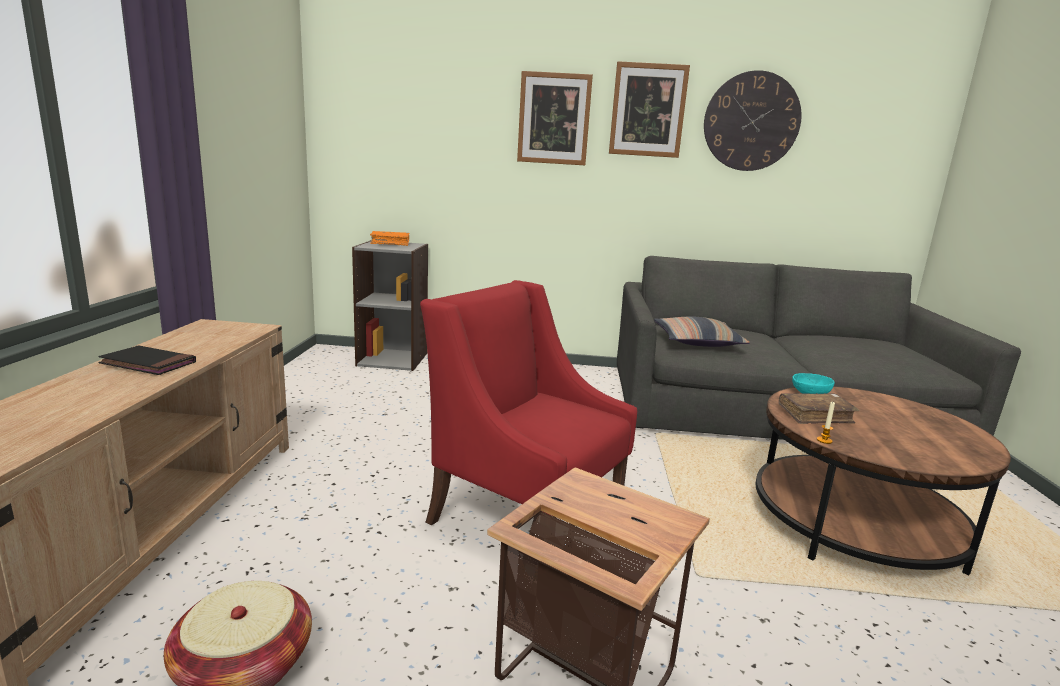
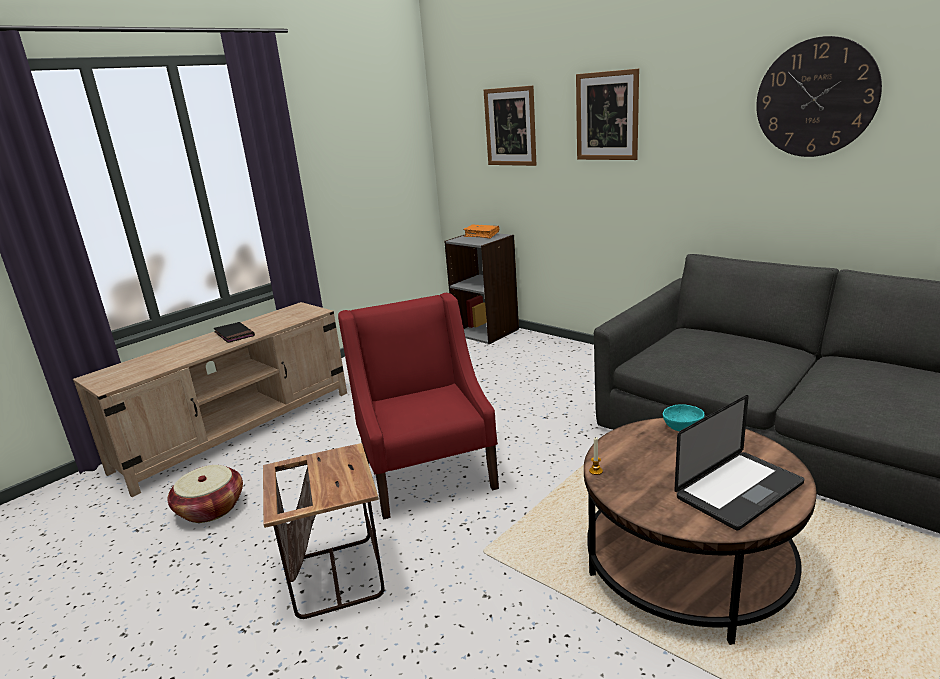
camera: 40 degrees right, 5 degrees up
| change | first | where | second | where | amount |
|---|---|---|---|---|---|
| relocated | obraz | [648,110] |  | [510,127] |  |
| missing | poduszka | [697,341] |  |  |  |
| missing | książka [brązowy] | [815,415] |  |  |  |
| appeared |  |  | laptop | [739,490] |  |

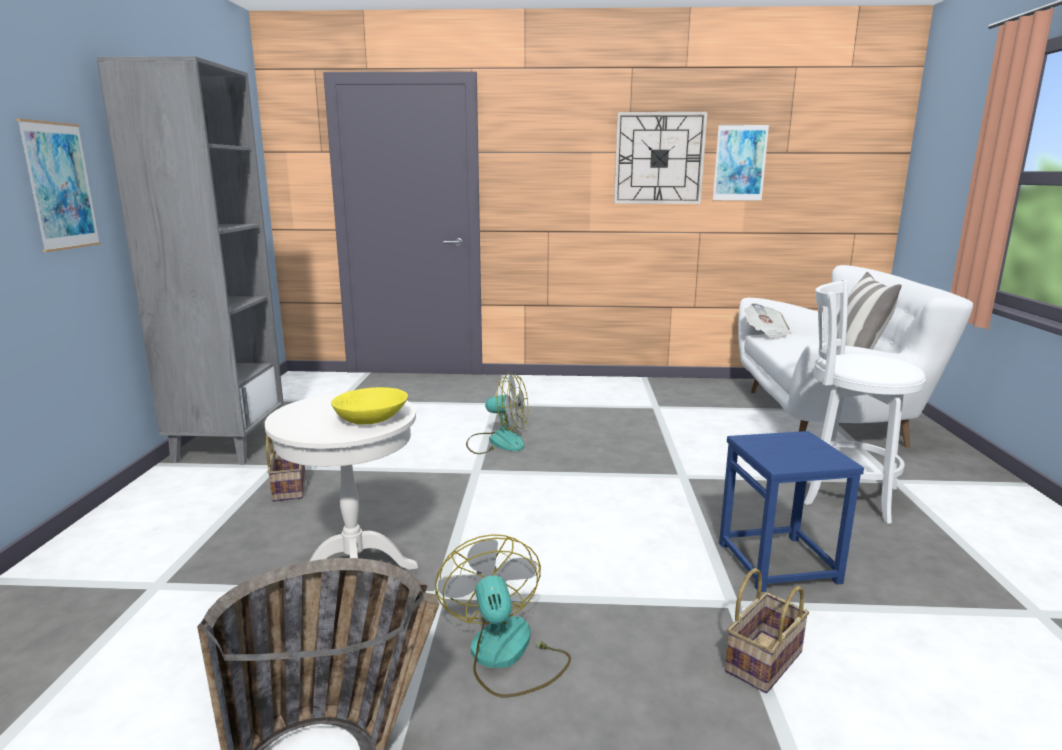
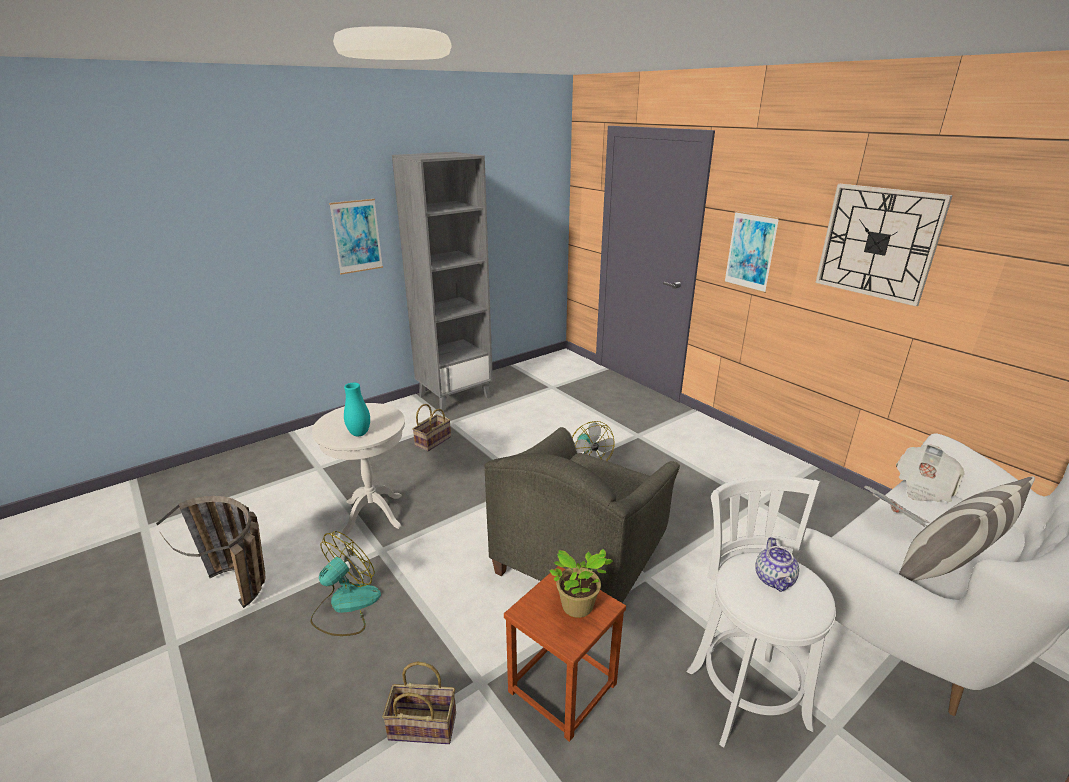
camera: 50 degrees right, 10 degrees up
| change | first | where | second | where | amount |
|---|---|---|---|---|---|
| exchanged | miska [żółty] | [371,419] | wazon [turkusowy] | [359,434] |  |
| relocated | obraz | [740,163] |  | [750,251] |  |
| colour | stołek [niebieski] | [779,562] | stołek [brązowy] | [563,688] |  |
| appeared |  |  | fotel [szary] | [581,558] |  |
| appeared |  |  | roślina doniczkowa | [578,608] |  |
| appeared |  |  | imbryk | [774,579] |  |
| appeared |  |  | gazeta | [894,521] |  |

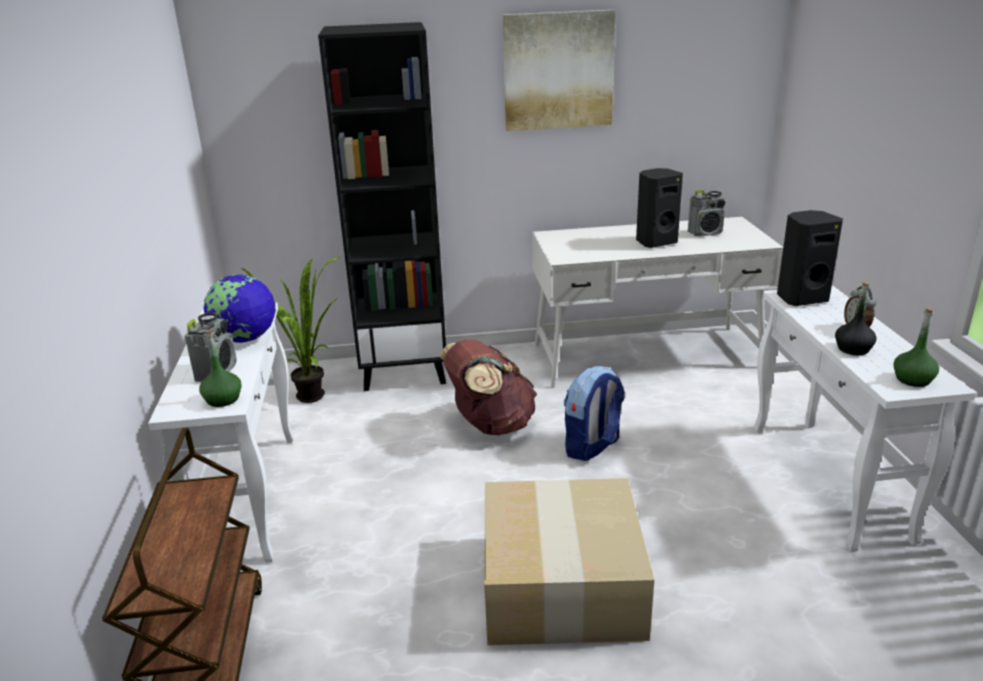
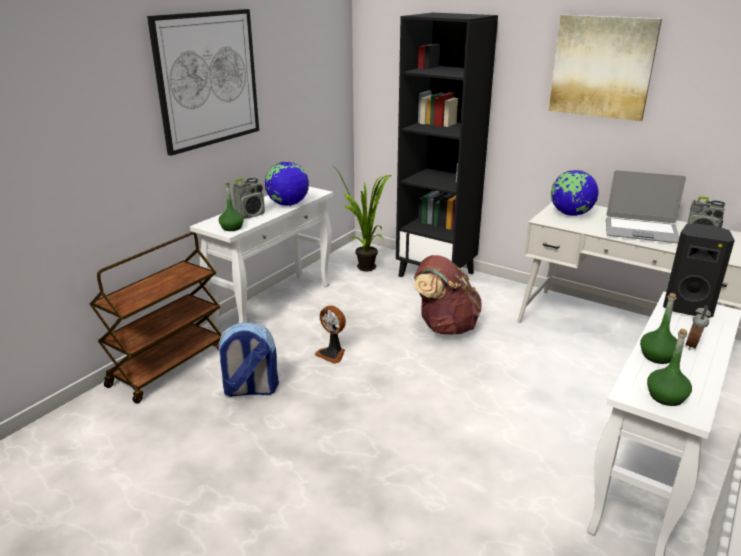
camera: 40 degrees right, 0 degrees up
| change | first | where | second | where | amount |
|---|---|---|---|---|---|
| missing | karton | [559,583] |  |  |  |
| relocated | plecak | [592,447] |  | [250,390] |  |
| exchanged | głośnik [czarny] | [655,242] | laptop | [641,231] |  |
| colour | butelka [czarny] | [853,349] | butelka [zielony] | [657,356] |  |
| appeared |  |  | obraz | [207,79] |  |
| appeared |  |  | wentylator | [332,354] |  |
| appeared |  |  | globus | [570,214] |  |

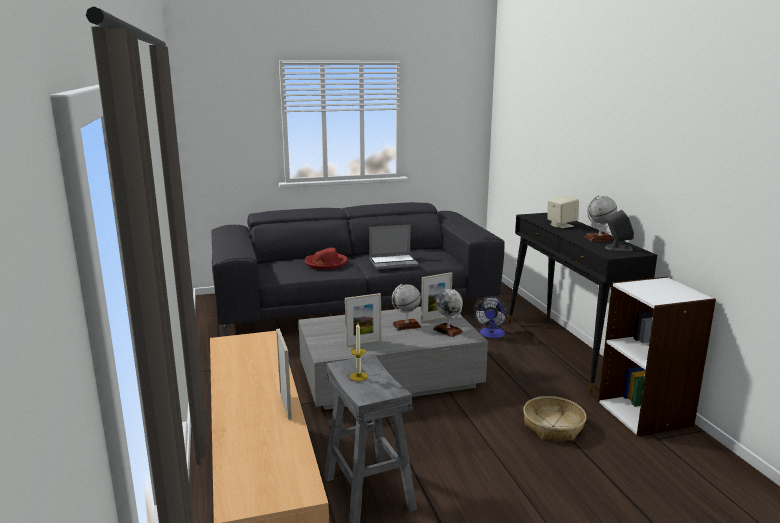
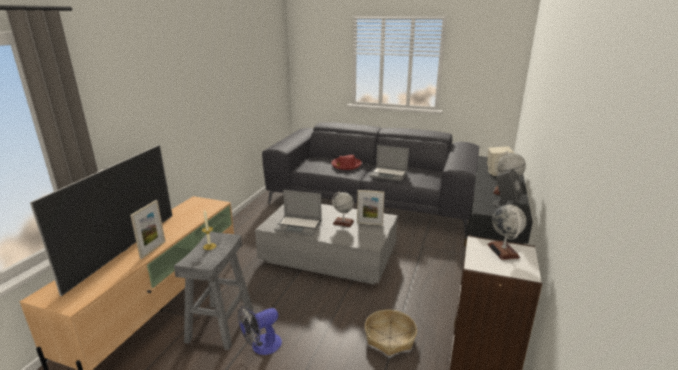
camera: 35 degrees right, 5 degrees up
| change | first | where | second | where | amount |
|---|---|---|---|---|---|
| exchanged | ramka na zdjęcie | [363,343] | laptop | [299,226] |  |
| relocated | globus | [448,330] |  | [503,251] |  |
| relocated | wentylator | [491,335] |  | [261,346] |  |
| appeared |  |  | telewizor | [124,250] |  |

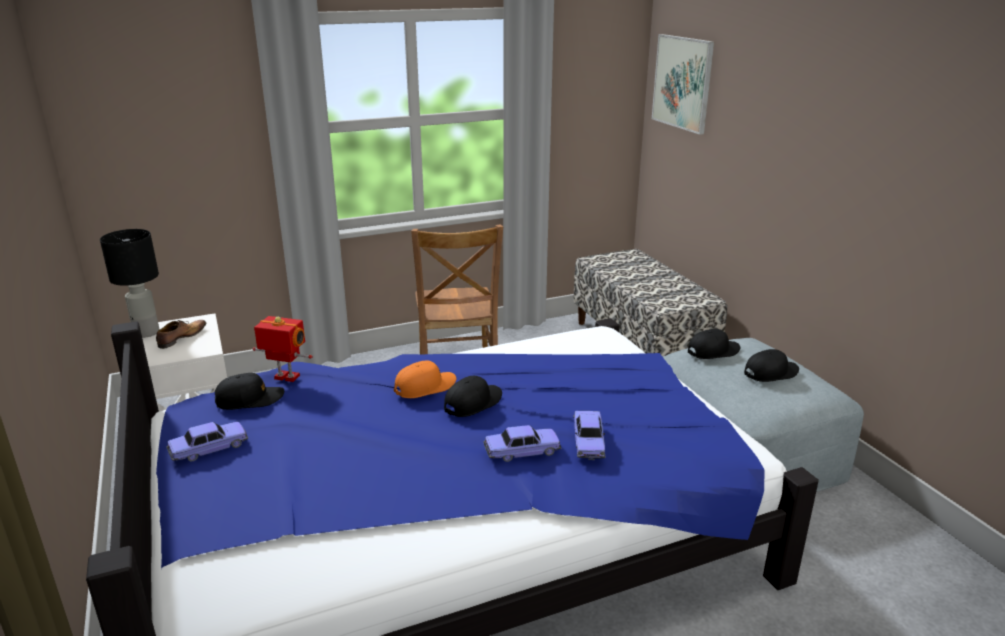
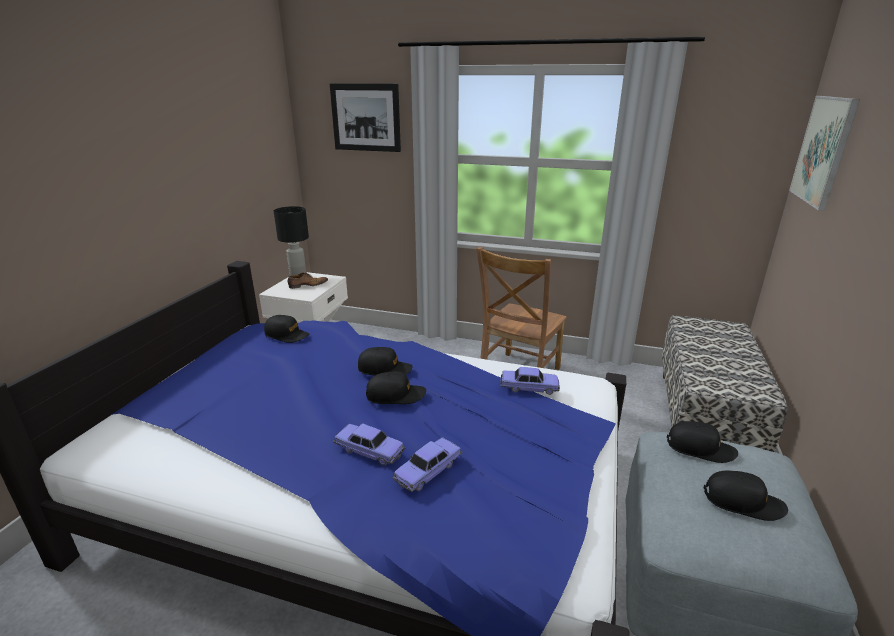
camera: 40 degrees right, 0 degrees up
| change | first | where | second | where | amount |
|---|---|---|---|---|---|
| relocated | samochodzik | [209,449] |  | [529,387] |  |
| missing | robot zabawkowy | [286,378] |  |  |  |
| colour | czapka z daszkiem [pomarańczowy] | [425,387] | czapka z daszkiem [czarny] | [384,369] |  |
| appeared |  |  | obraz | [365,117] |  |

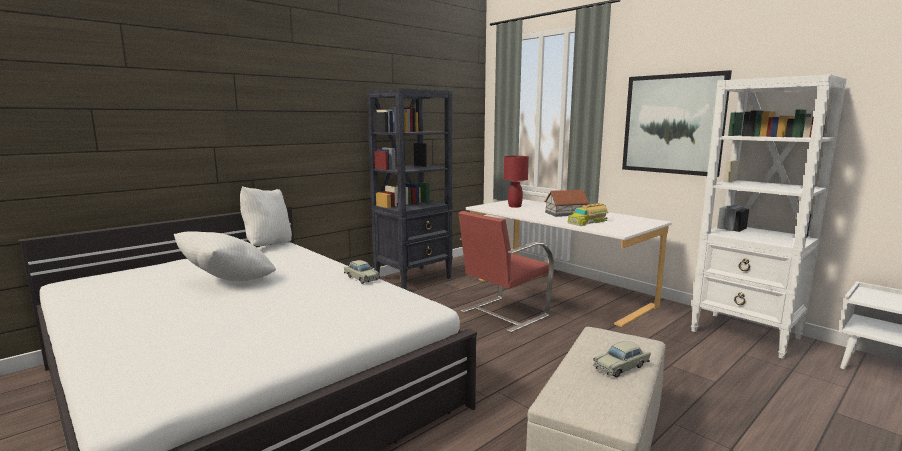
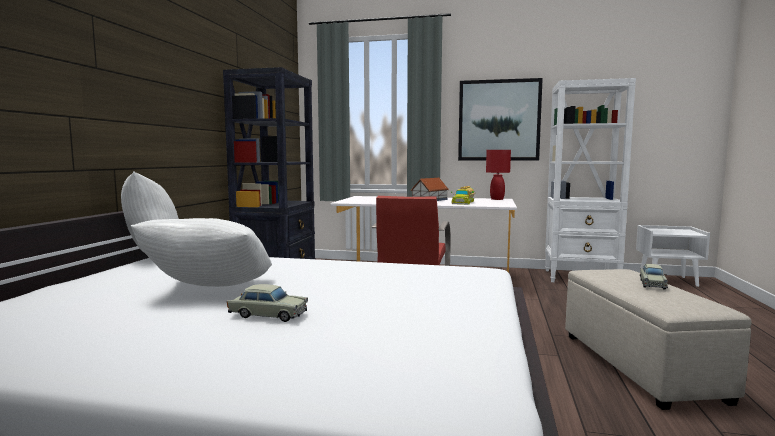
camera: 35 degrees left, 5 degrees down
| change | first | where | second | where | amount |
|---|---|---|---|---|---|
| relocated | samochodzik [beżowy] | [361,278] |  | [268,314] |  |
| relocated | lampa stołowa [czerwony] | [515,206] |  | [497,199] |  |

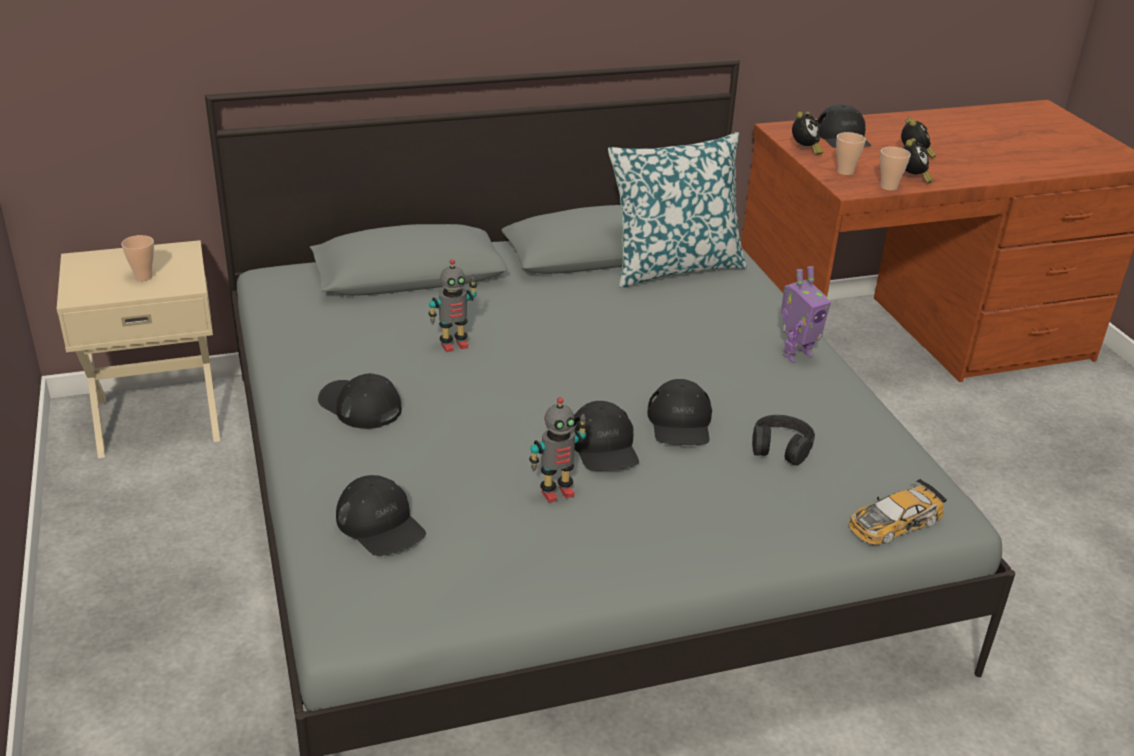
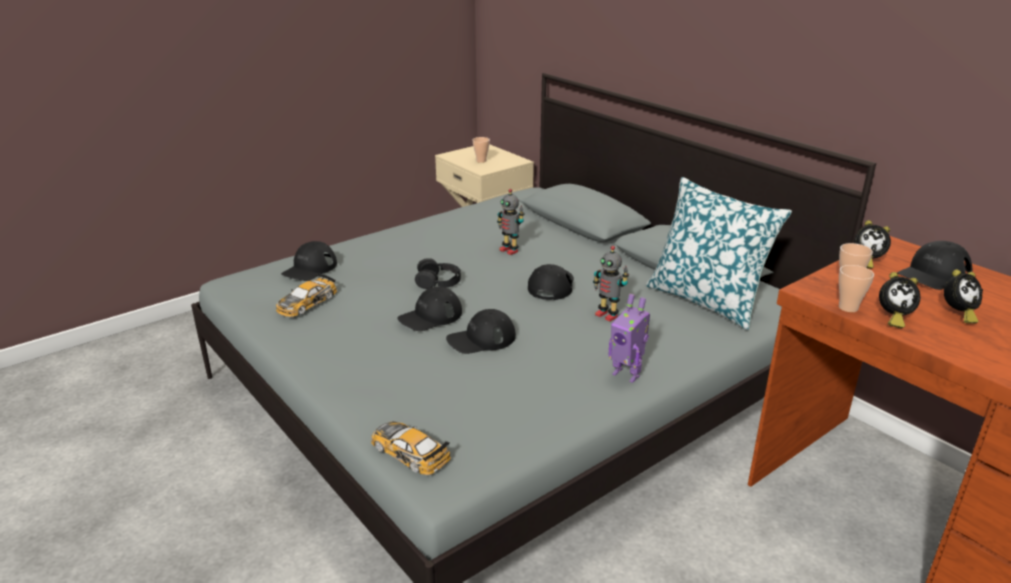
camera: 70 degrees right, 5 degrees down
| change | first | where | second | where | amount |
|---|---|---|---|---|---|
| relocated | czapka z daszkiem [czarny] | [360,405] |  | [551,285] |  |
| relocated | robot zabawkowy | [556,492] |  | [607,315] |  |
| relocated | słuchawki [czarny] | [781,447] |  | [438,281] |  |
| appeared |  |  | samochodzik | [306,303] |  |

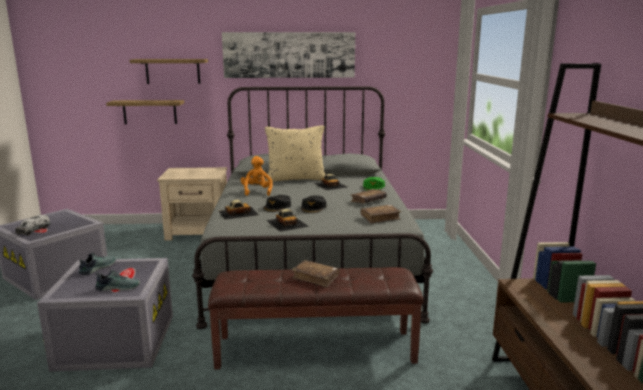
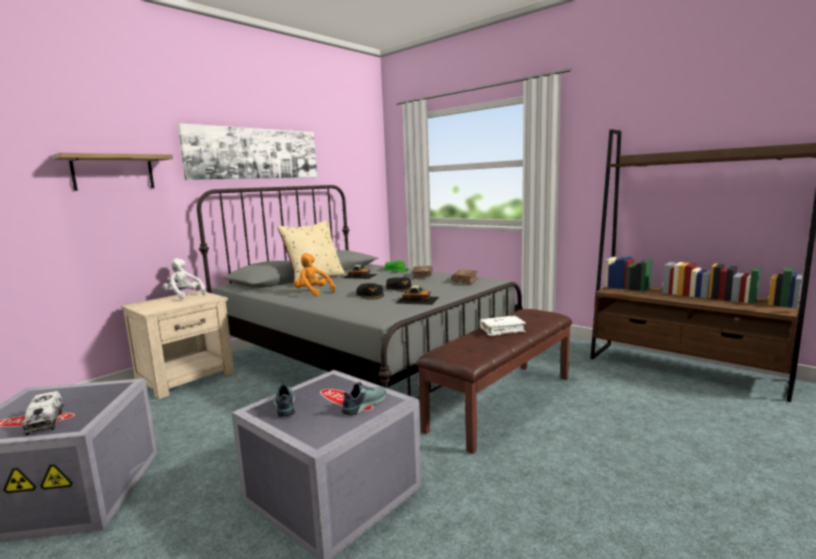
camera: 45 degrees left, 5 degrees down
| change | first | where | second | where | amount |
|---|---|---|---|---|---|
| missing | półka | [149,112] |  |  |  |
| missing | samochodzik | [238,212] |  |  |  |
| colour | książka [brązowy] | [315,278] | książka [biały] | [502,330] |  |
| appeared |  |  | pluszak [biały] | [184,296] |  |

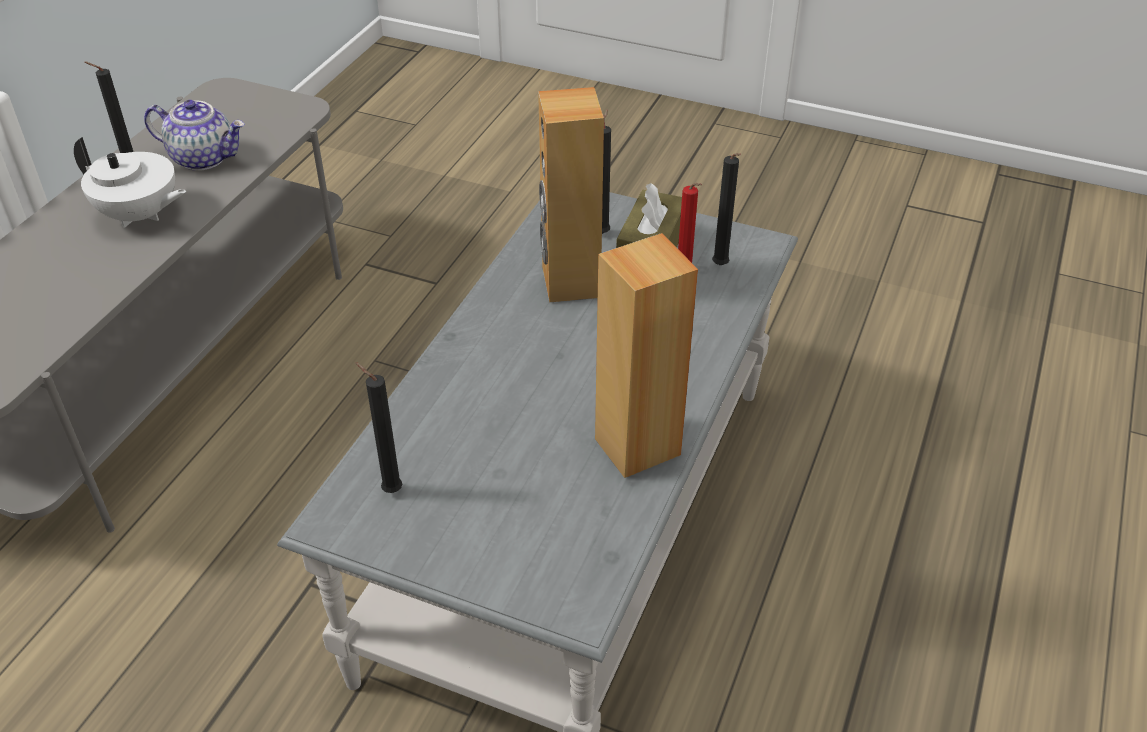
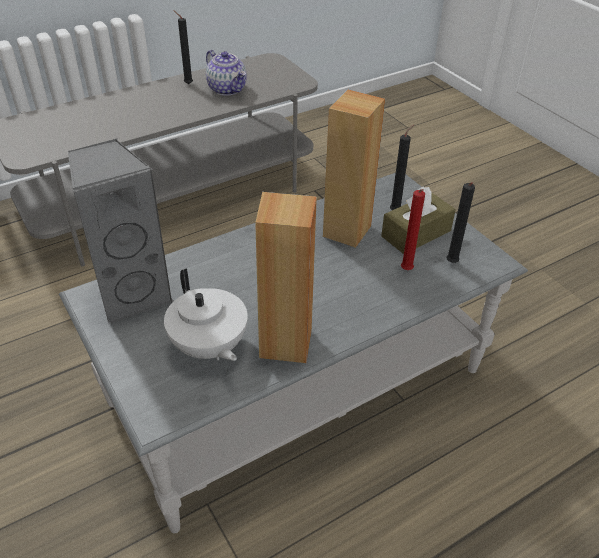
camera: 35 degrees right, 0 degrees up
| change | first | where | second | where | amount |
|---|---|---|---|---|---|
| relocated | imbryk [biały] | [140,216] |  | [209,347] |  |
| exchanged | świeca [czarny] | [389,489] | głośnik [szary] | [133,295] |  |

